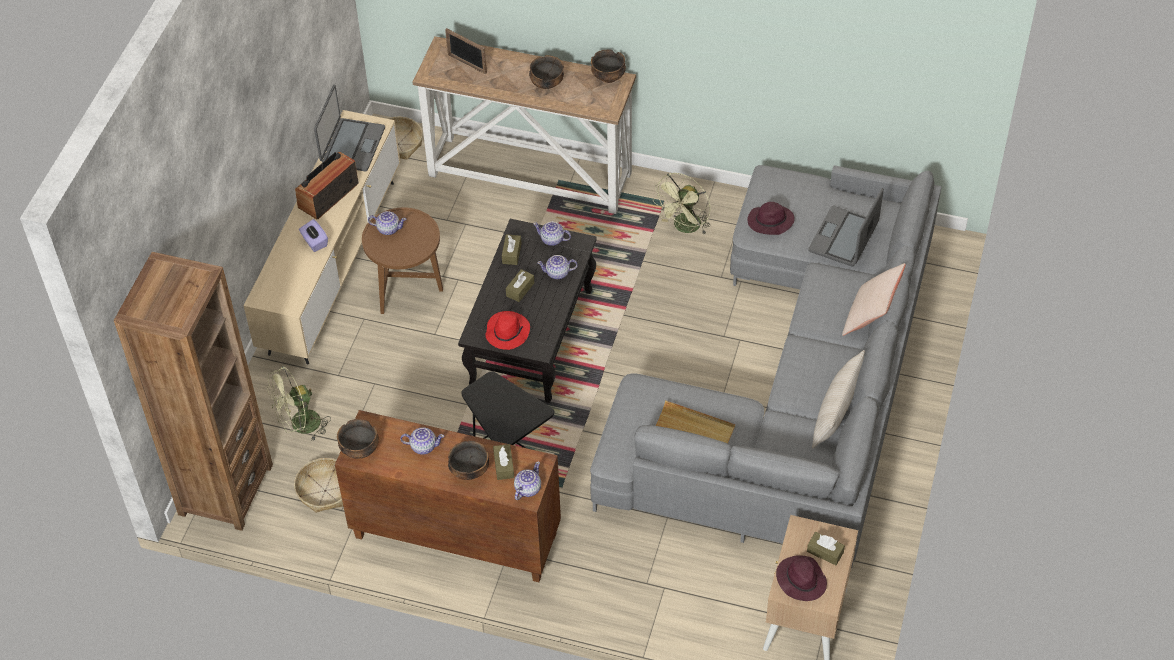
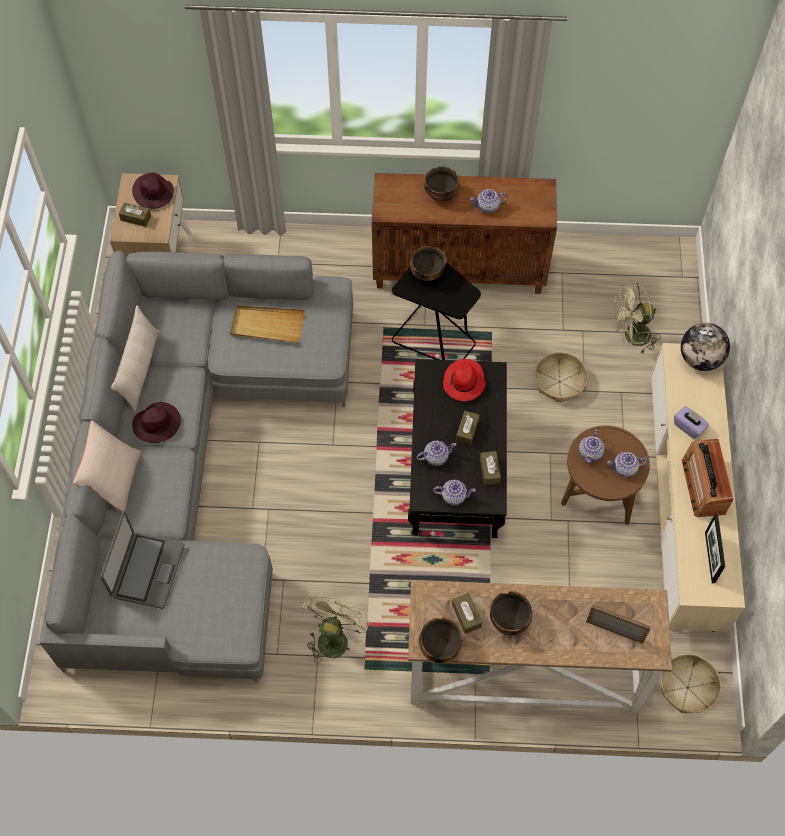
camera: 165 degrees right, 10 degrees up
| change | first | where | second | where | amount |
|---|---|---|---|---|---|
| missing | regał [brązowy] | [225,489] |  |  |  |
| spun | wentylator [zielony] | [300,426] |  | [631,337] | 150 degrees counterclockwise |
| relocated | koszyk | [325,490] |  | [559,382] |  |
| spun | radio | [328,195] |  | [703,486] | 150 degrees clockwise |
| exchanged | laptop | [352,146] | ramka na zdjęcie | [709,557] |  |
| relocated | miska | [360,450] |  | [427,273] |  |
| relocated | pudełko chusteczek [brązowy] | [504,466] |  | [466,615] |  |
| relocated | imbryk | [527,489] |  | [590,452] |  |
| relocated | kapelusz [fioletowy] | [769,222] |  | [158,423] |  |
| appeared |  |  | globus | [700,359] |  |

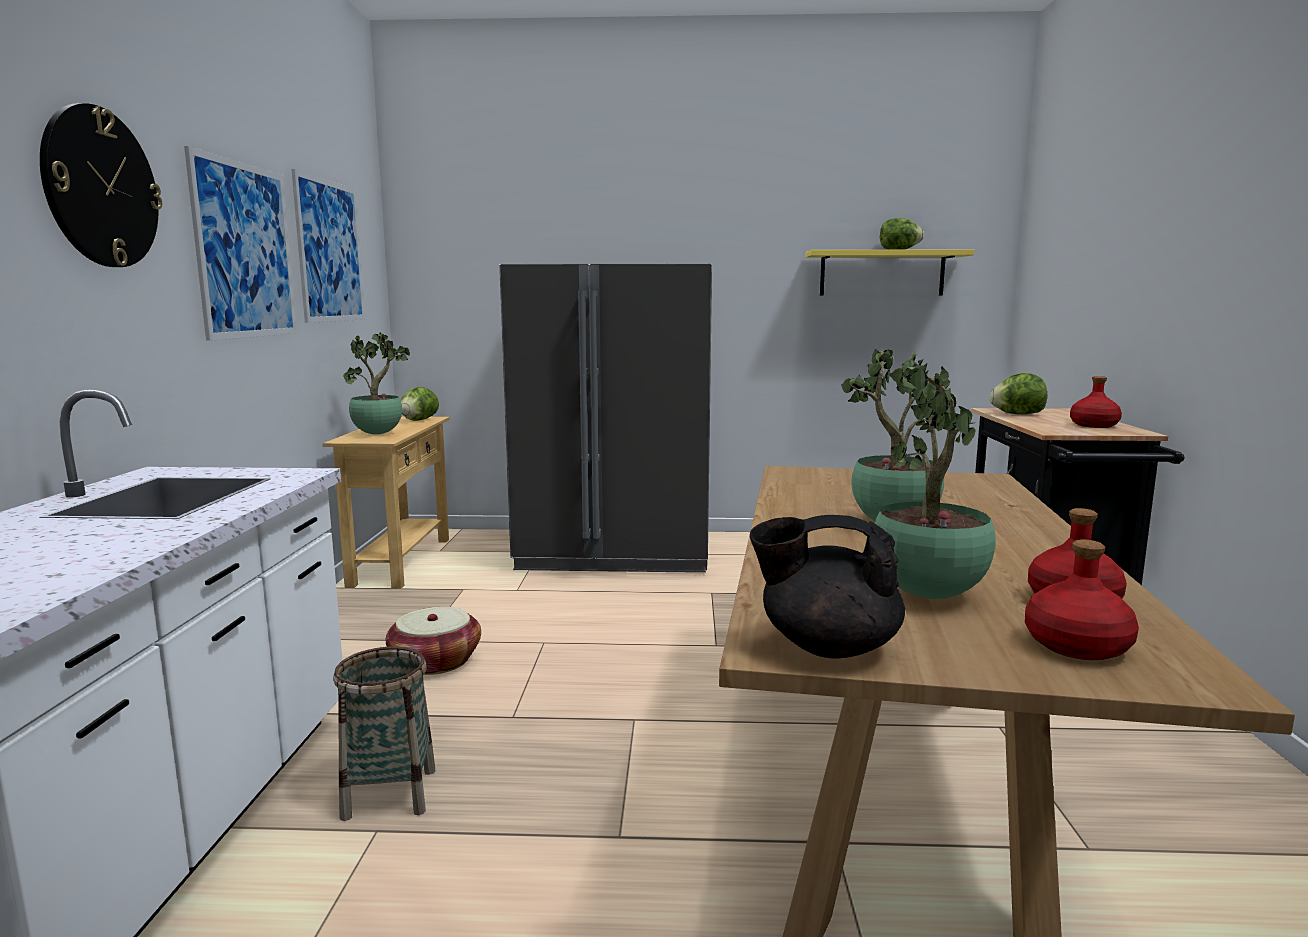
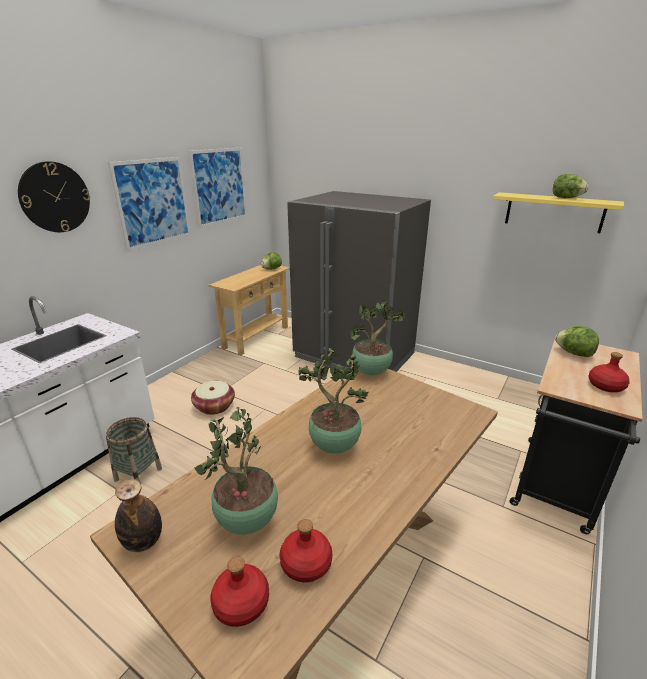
camera: 30 degrees right, 15 degrees up
| change | first | where | second | where | amount |
|---|---|---|---|---|---|
| relocated | roślina doniczkowa | [379,434] |  | [372,372] |  |
| exchanged | imbryk [czarny] | [826,647] | butelka | [143,542] |  |

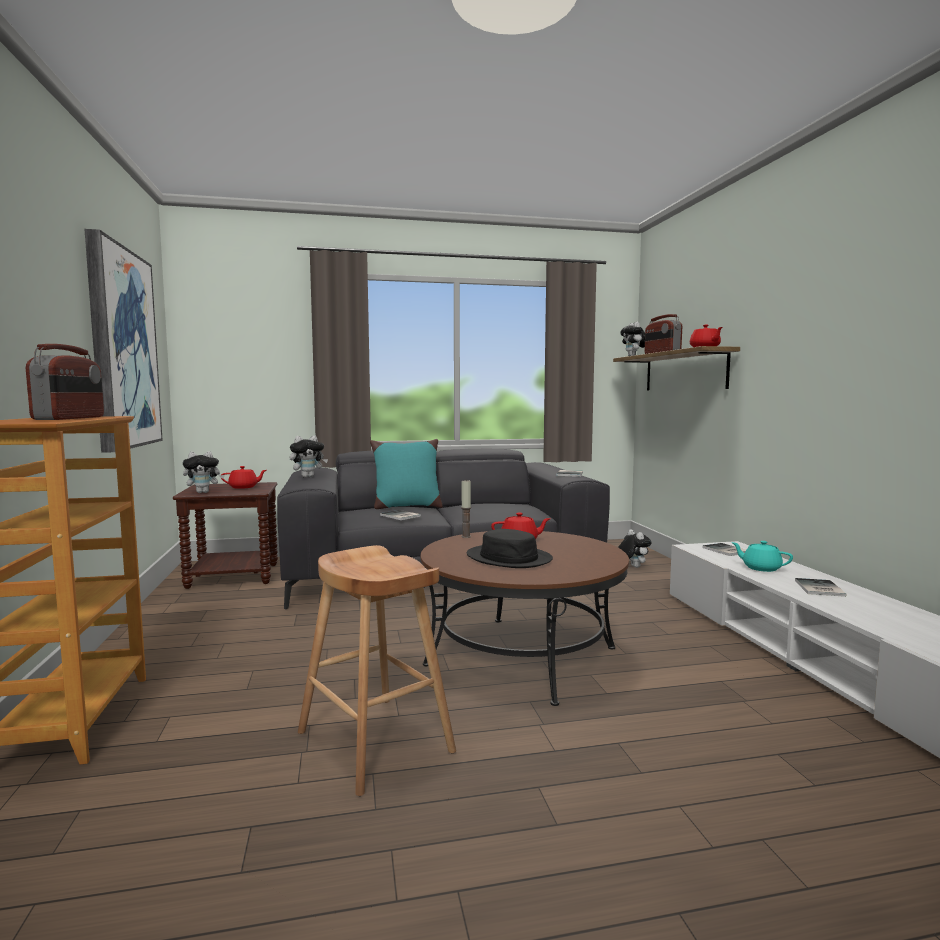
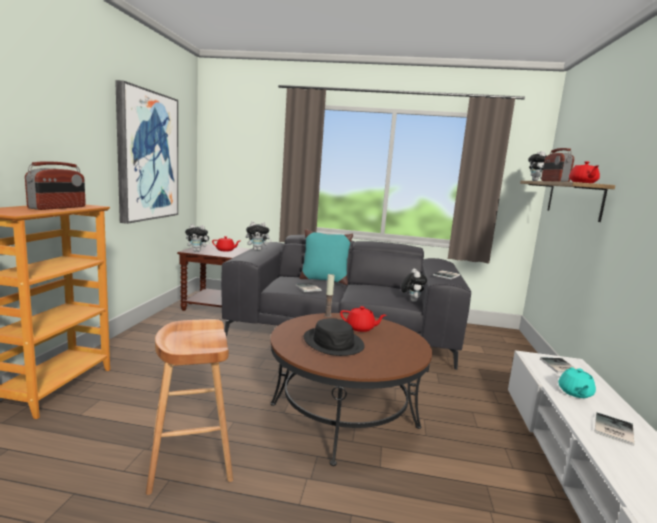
camera: 20 degrees right, 5 degrees up
| change | first | where | second | where | amount |
|---|---|---|---|---|---|
| relocated | pluszak | [633,566] |  | [411,300] |  |
| spun | imbryk [turkusowy] | [761,568] |  | [575,393] | 135 degrees counterclockwise |

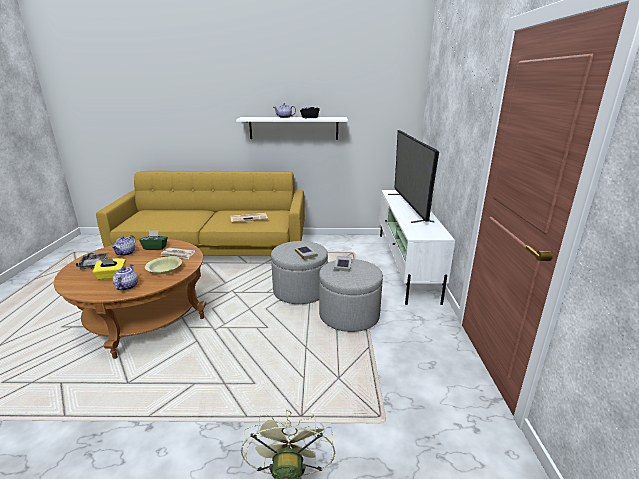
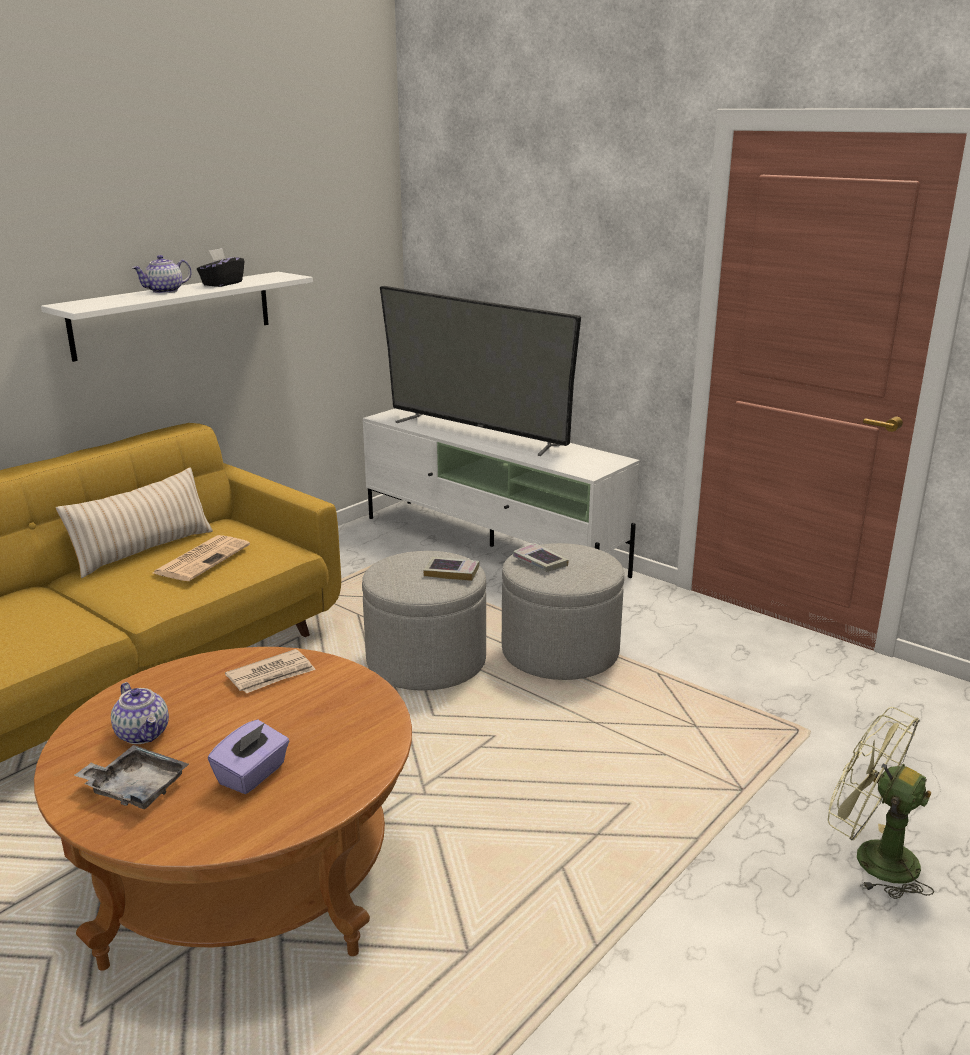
camera: 50 degrees left, 0 degrees up
| change | first | where | second | where | amount |
|---|---|---|---|---|---|
| colour | pudełko chusteczek [żółty] | [111,276] | pudełko chusteczek [fioletowy] | [252,775] |  |
| missing | imbryk | [127,286] |  |  |  |
| missing | pudełko chusteczek [zielony] | [155,247] |  |  |  |
| missing | miska [żółty] | [164,270] |  |  |  |
| appeared |  |  | poduszka [beżowy] | [144,550] |  |

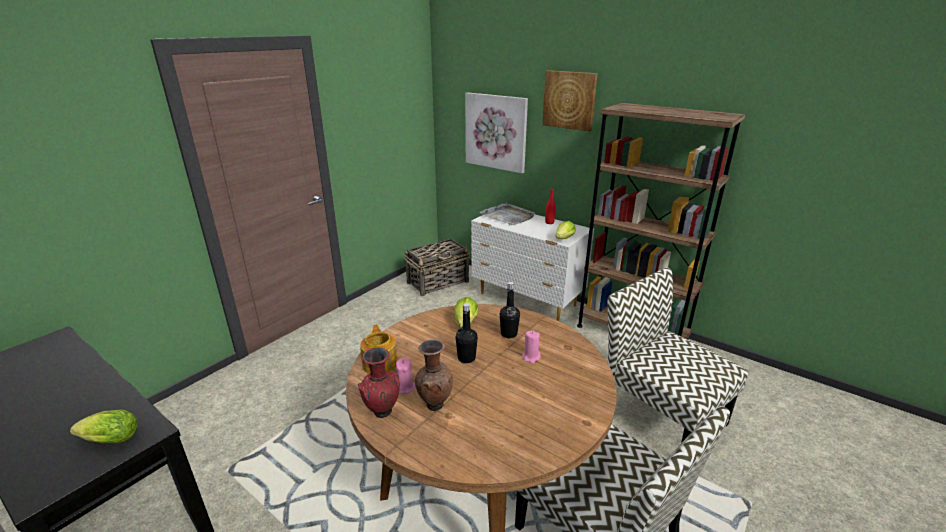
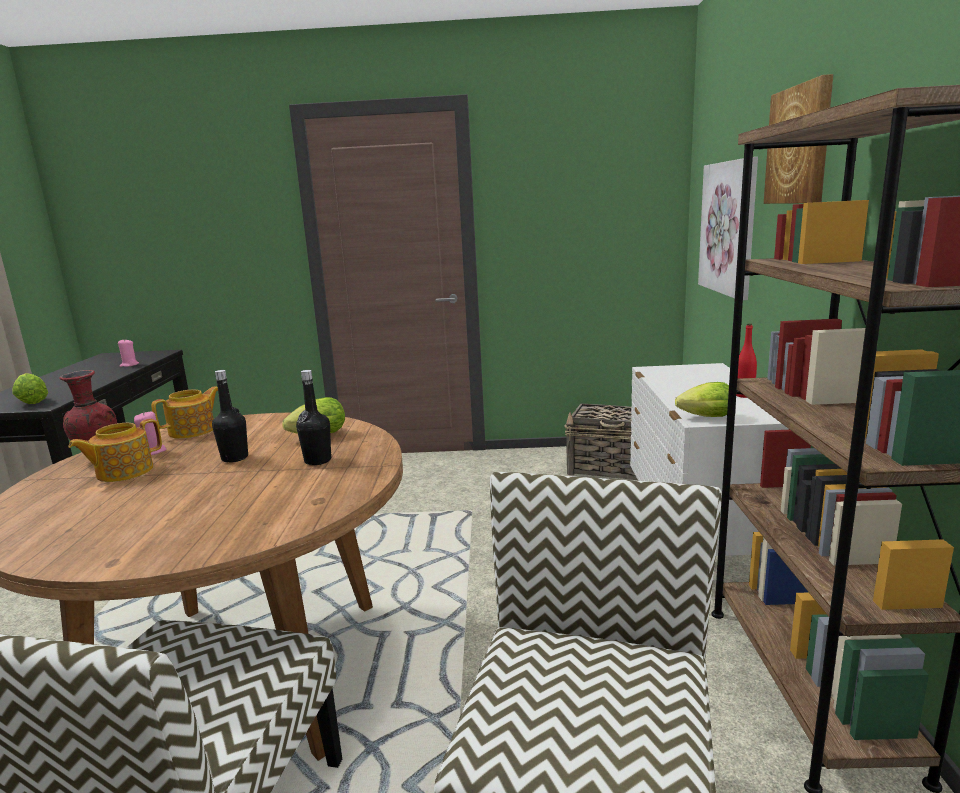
camera: 55 degrees right, 10 degrees down
| change | first | where | second | where | amount |
|---|---|---|---|---|---|
| exchanged | wazon [brązowy] | [434,404] | imbryk | [123,472] |  |
| missing | taca [szary] | [508,216] |  |  |  |
| relocated | świeca [różowy] | [531,357] |  | [129,365] |  |

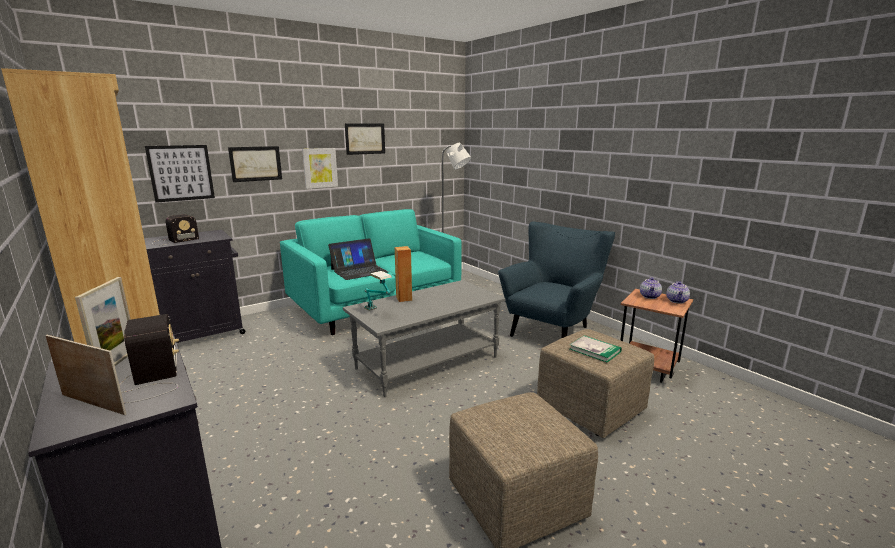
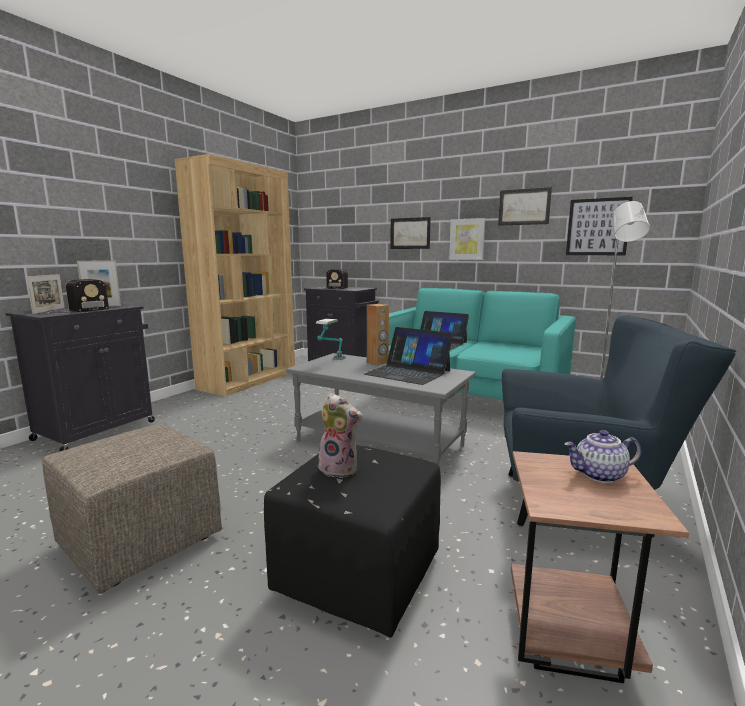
camera: 65 degrees right, 5 degrees down
| change | first | where | second | where | amount |
|---|---|---|---|---|---|
| relocated | obraz | [181,173] |  | [597,227] |  |
| colour | pufa [beżowy] | [589,408] | pufa [czarny] | [358,573] |  |
| exchanged | książka | [595,350] | pluszak | [340,469] |  |
| missing | imbryk | [677,301] |  |  |  |
| appeared |  |  | laptop | [408,372] |  |

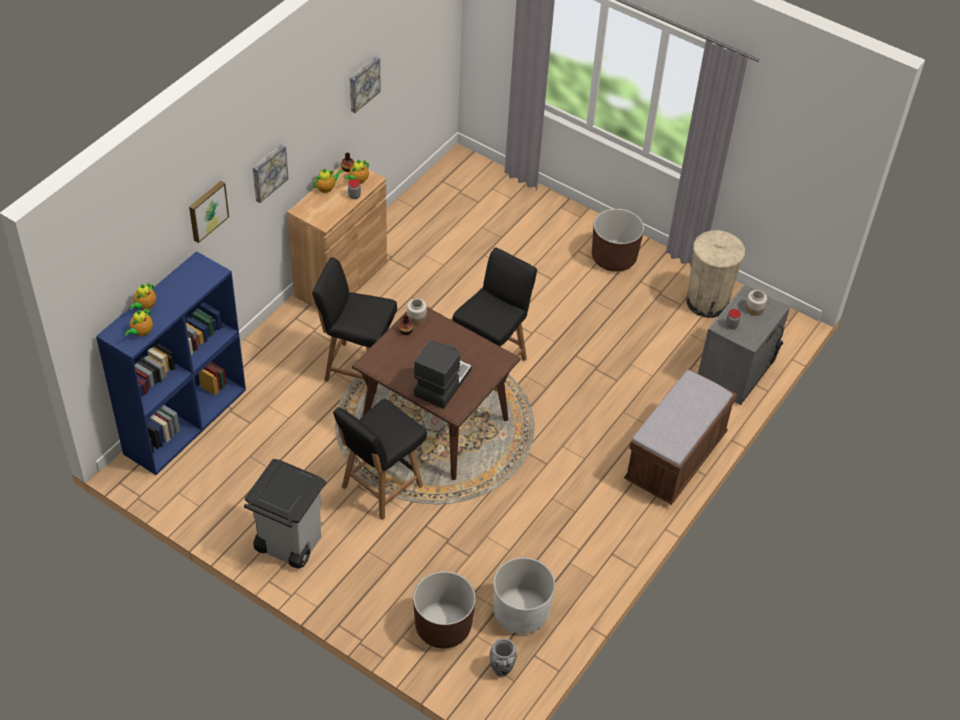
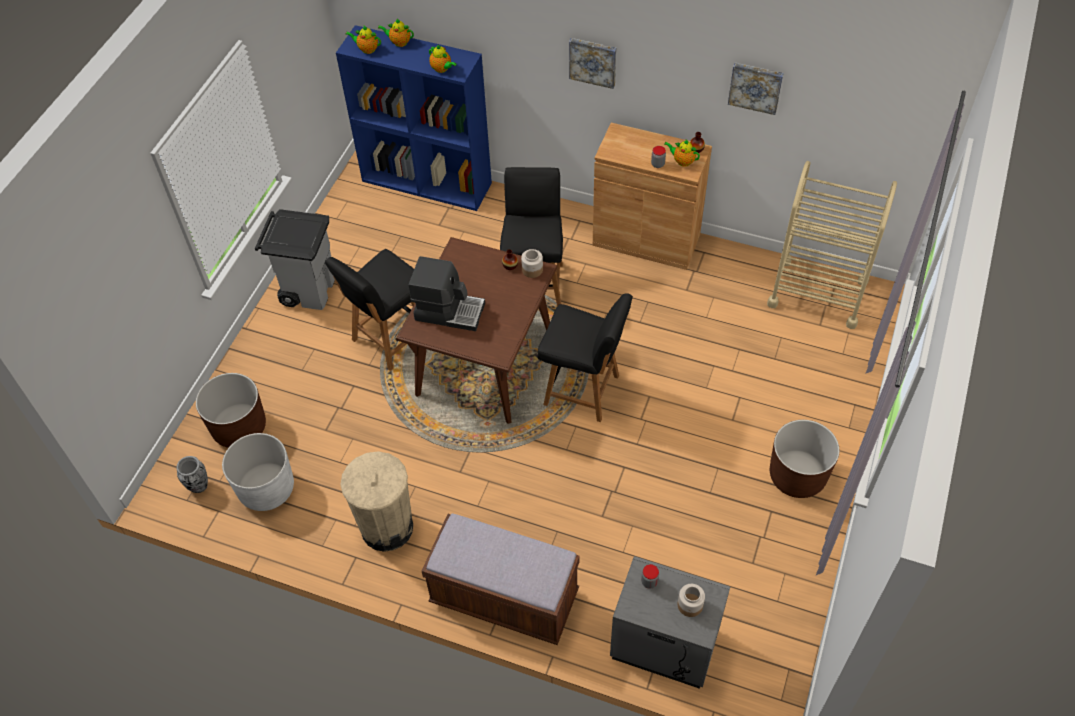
camera: 80 degrees right, 5 degrees up
| change | first | where | second | where | amount |
|---|---|---|---|---|---|
| missing | obraz | [207,210] |  |  |  |
| relocated | imbryk | [327,188] |  | [442,69] |  |
| spun | krzesło [czarny] | [380,487] |  | [390,339] | 75 degrees counterclockwise |
| relocated | kosz na śmieci [beżowy] | [707,302] |  | [387,527] |  |
| appeared |  |  | wózek [beżowy] | [817,293] |  |

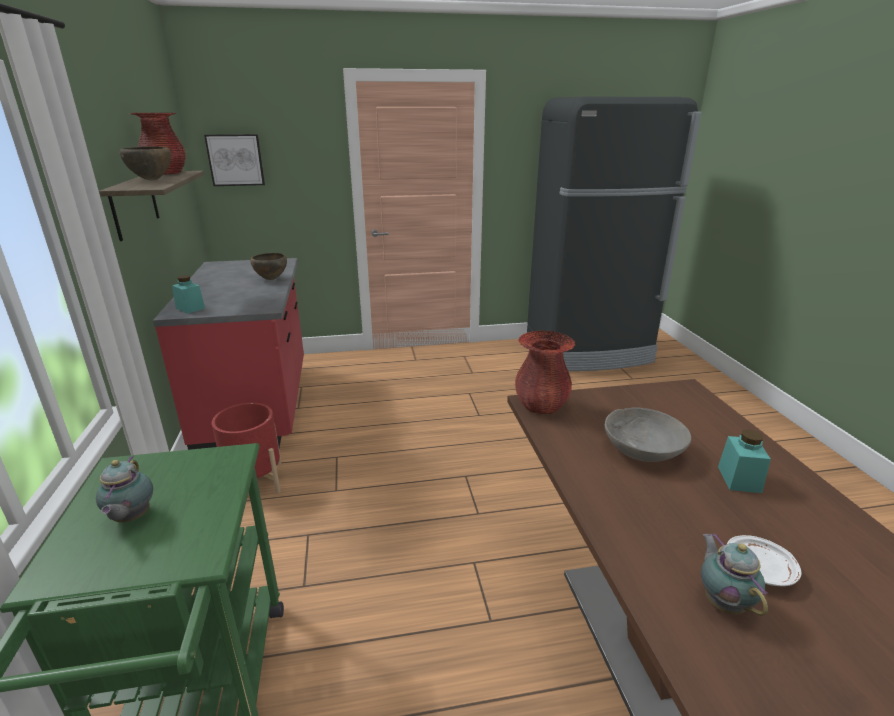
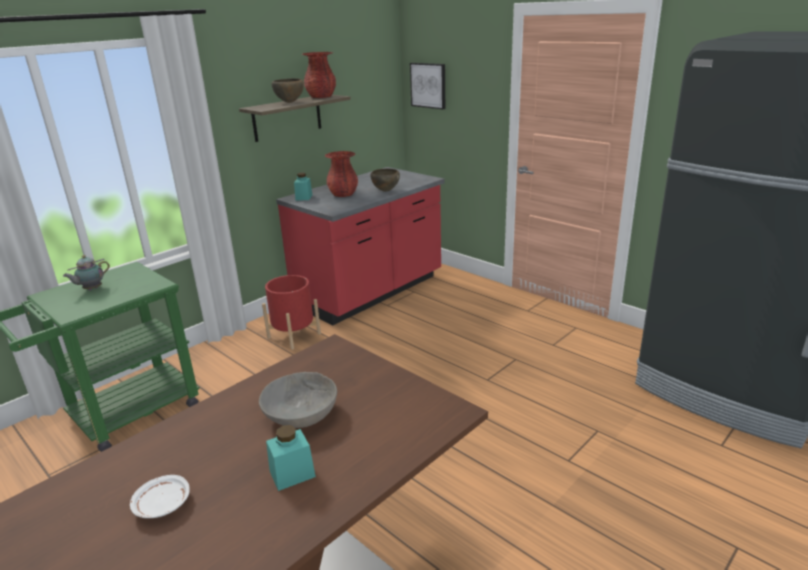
camera: 55 degrees right, 0 degrees up
| change | first | where | second | where | amount |
|---|---|---|---|---|---|
| relocated | wazon [czerwony] | [540,406] |  | [343,194] |  |
| missing | imbryk | [723,601] |  |  |  |

